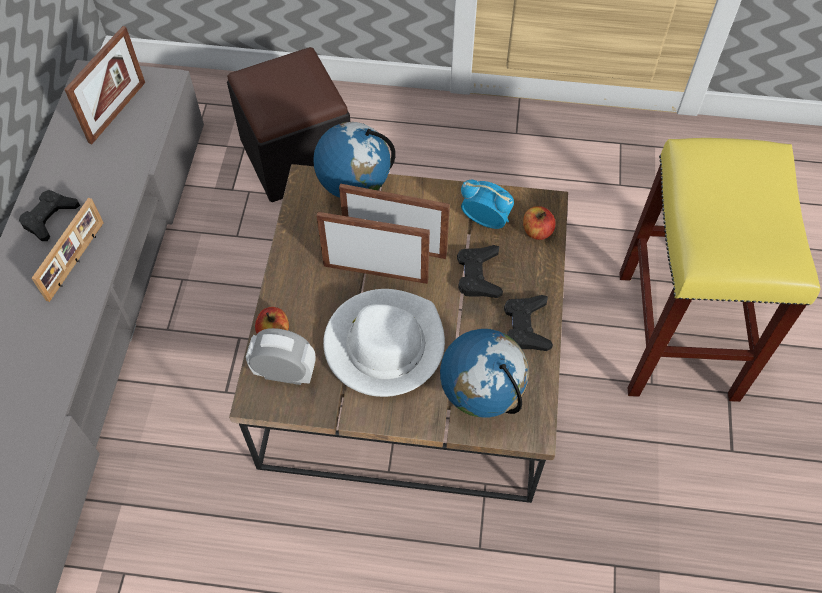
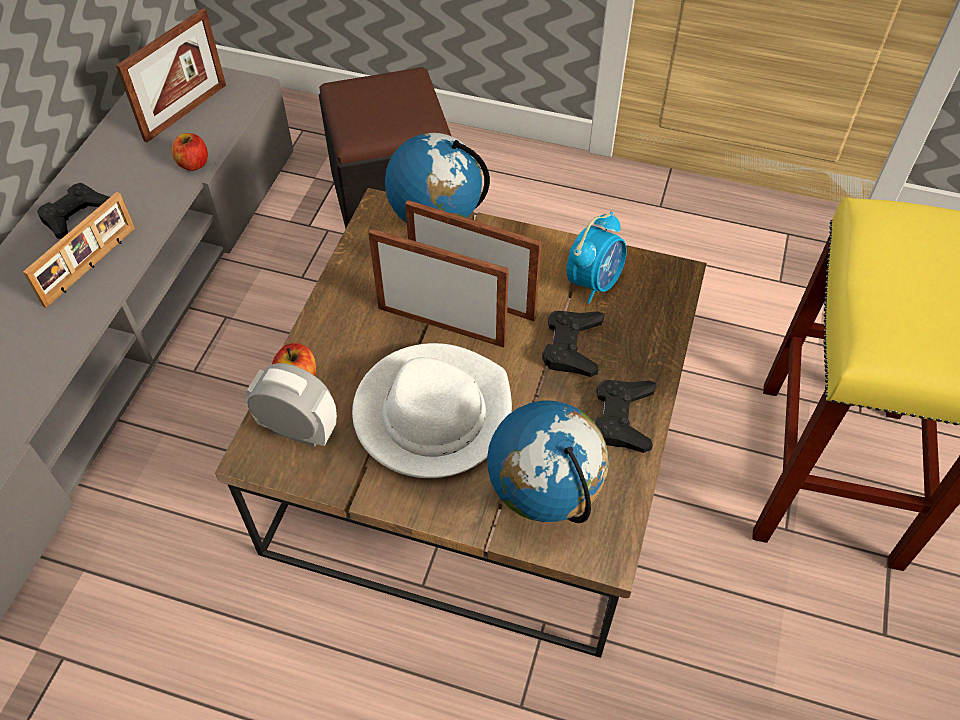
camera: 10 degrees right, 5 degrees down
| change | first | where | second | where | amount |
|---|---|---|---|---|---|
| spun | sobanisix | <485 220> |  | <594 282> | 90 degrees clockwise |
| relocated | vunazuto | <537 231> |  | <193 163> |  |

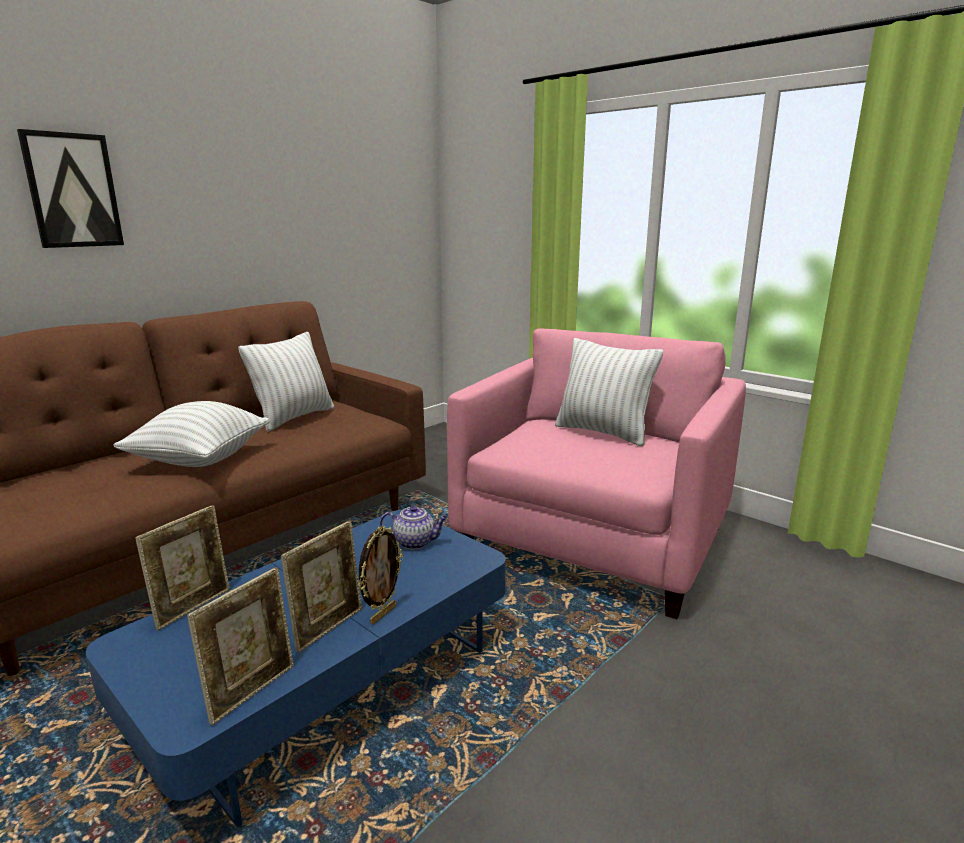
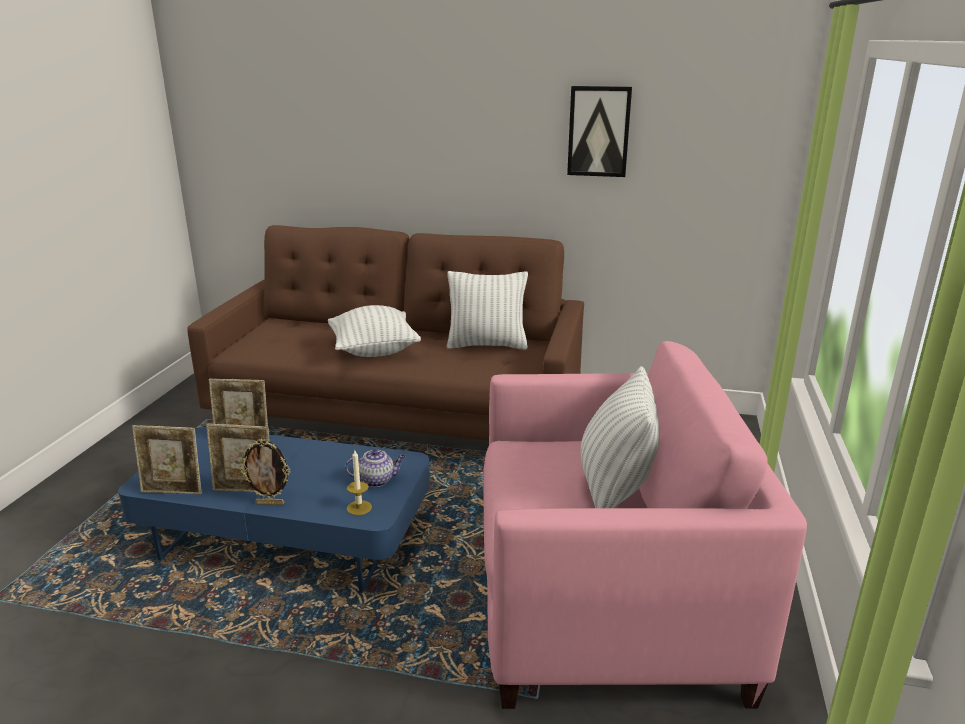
camera: 60 degrees right, 5 degrees up
| change | first | where | second | where | amount |
|---|---|---|---|---|---|
| relocated | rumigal | <72 191> |  | <599 131> |  |
| spun | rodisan | <415 542> |  | <377 480> | 75 degrees counterclockwise |
| appeared |  |  | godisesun | <359 508> |  |

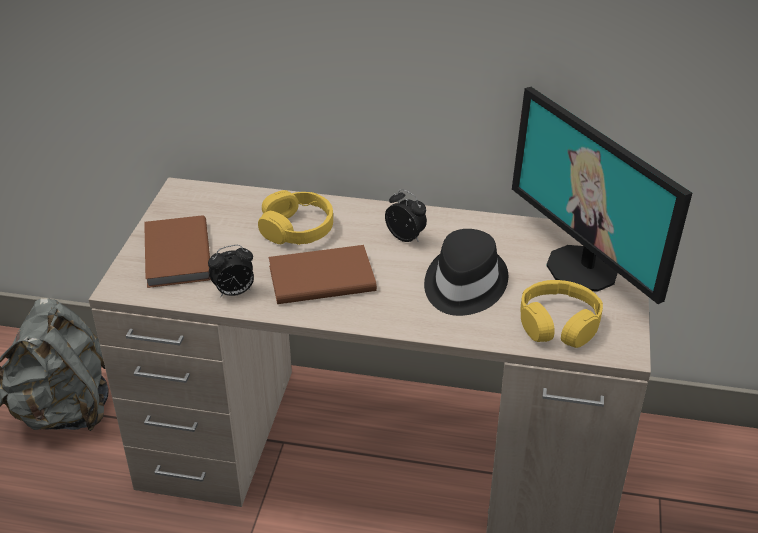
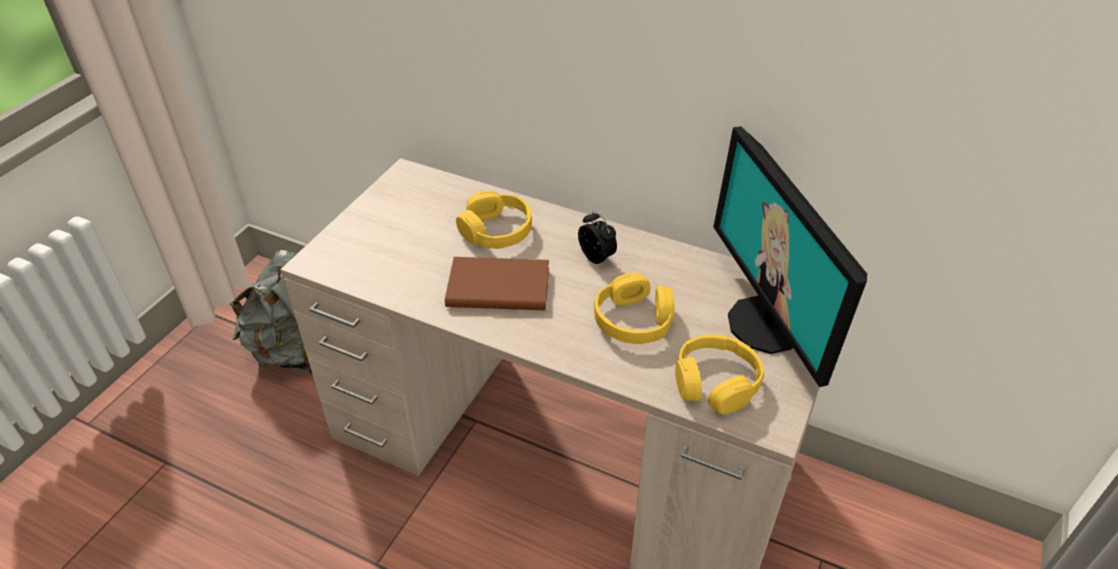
camera: 15 degrees right, 5 degrees up
| change | first | where | second | where | amount |
|---|---|---|---|---|---|
| missing | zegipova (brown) | <175 255> |  |  |  |
| exchanged | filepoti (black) | <463 284> | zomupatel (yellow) | <634 320> |  |
| missing | sobanisix | <234 292> |  |  |  |

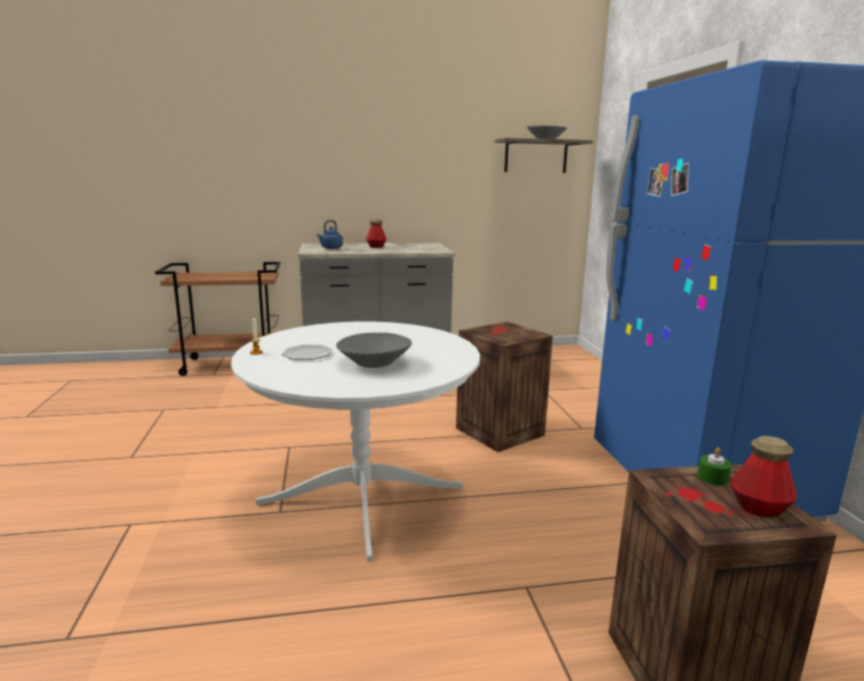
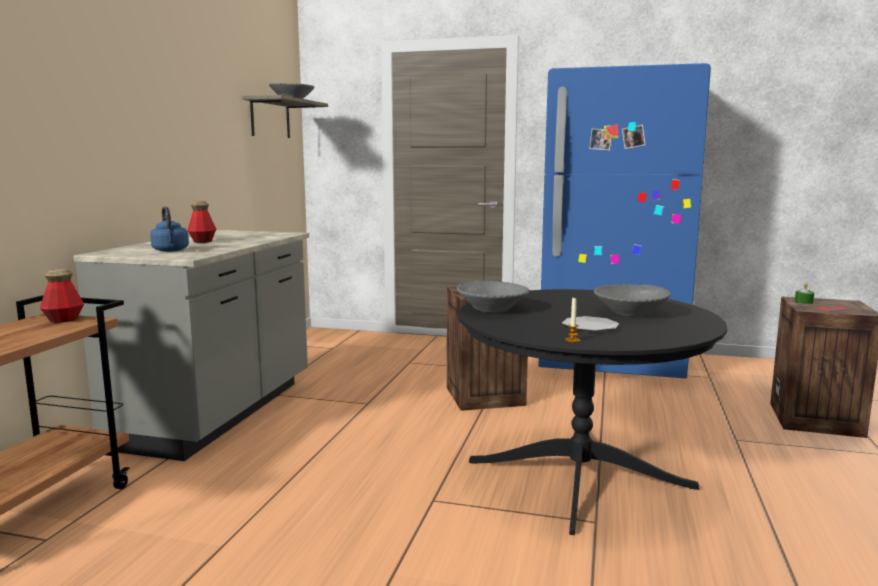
camera: 65 degrees left, 5 degrees down
| change | first | where | second | where | amount |
|---|---|---|---|---|---|
| colour | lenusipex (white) | <361 495> | lenusipex (black) | <579 475> |  |
| relocated | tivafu | <759 508> |  | <63 319> |  |
| appeared |  |  | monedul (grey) | <492 309> |  |

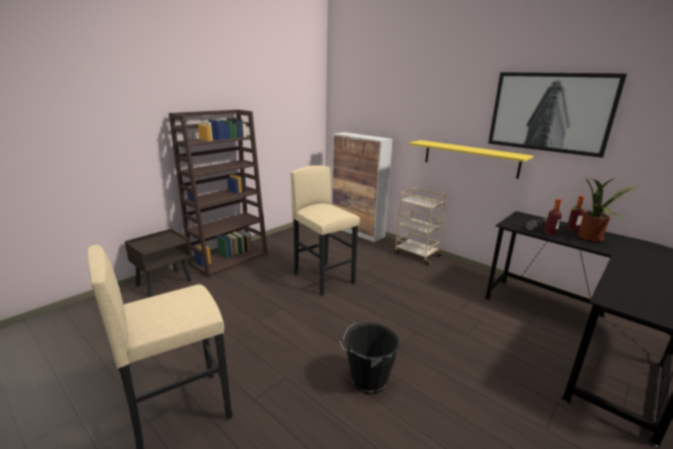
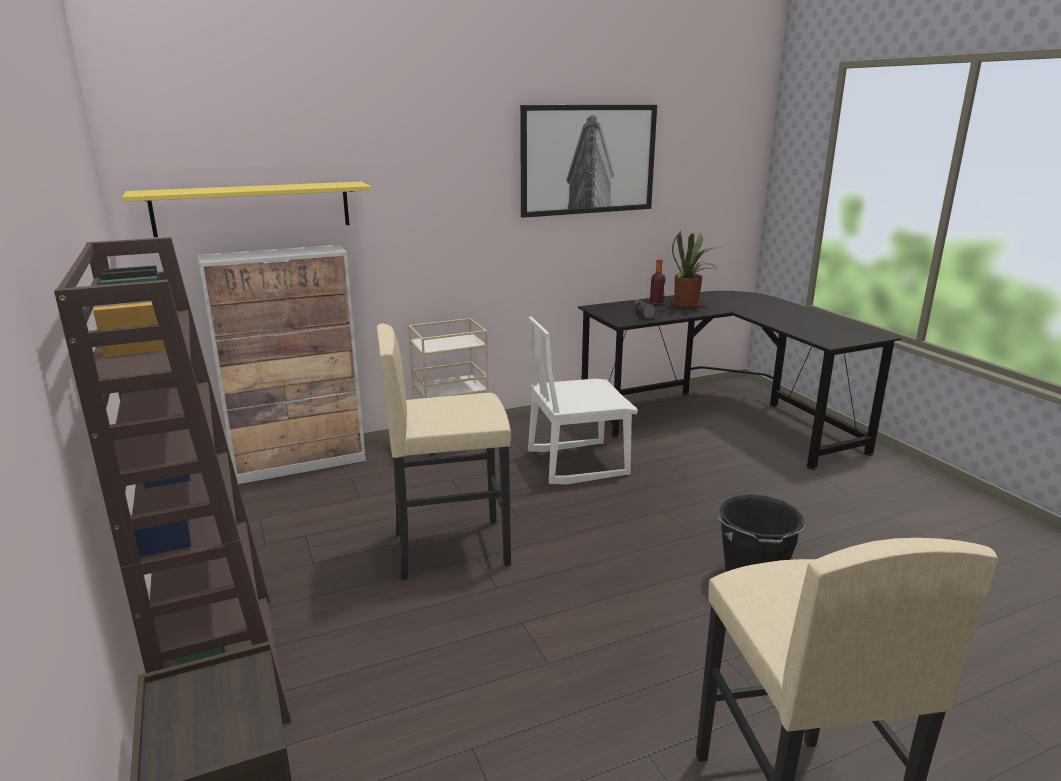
camera: 65 degrees left, 0 degrees up
| change | first | where | second | where | amount |
|---|---|---|---|---|---|
| relocated | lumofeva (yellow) | <470 158> |  | <253 208> |  |
| missing | tivafu | <550 233> |  |  |  |
| appeared |  |  | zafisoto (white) | <577 463> |  |

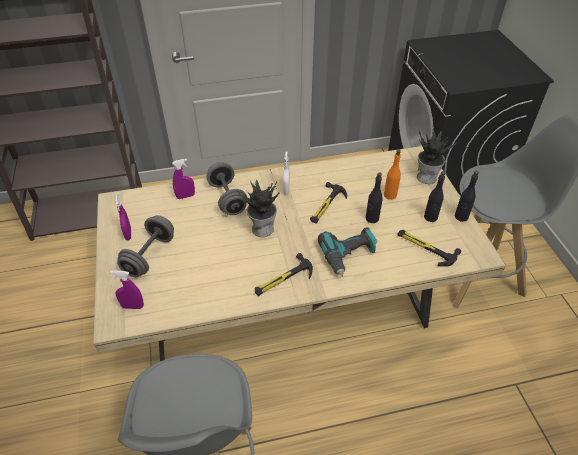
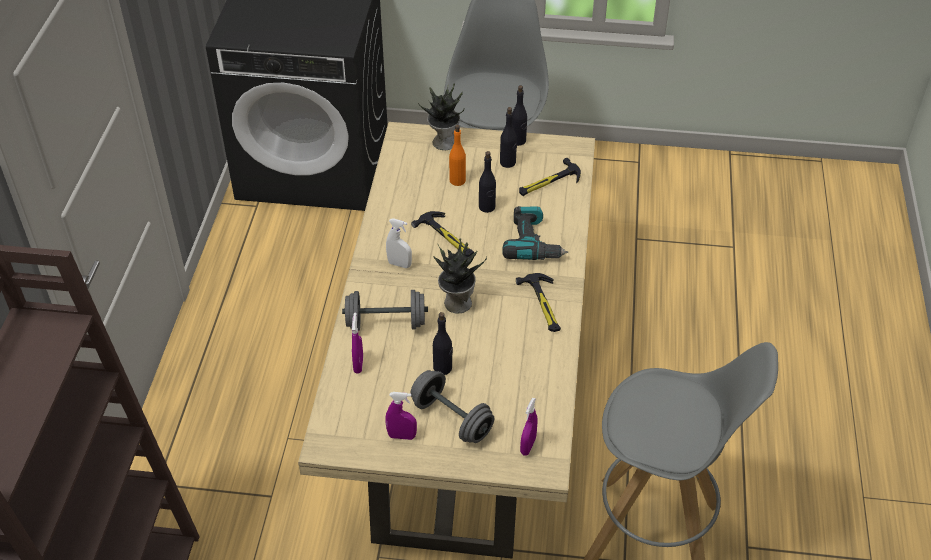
camera: 70 degrees left, 0 degrees up
| change | first | where | second | where | amount |
|---|---|---|---|---|---|
| appeared |  |  | tivafu (black) | <443 368> |  |

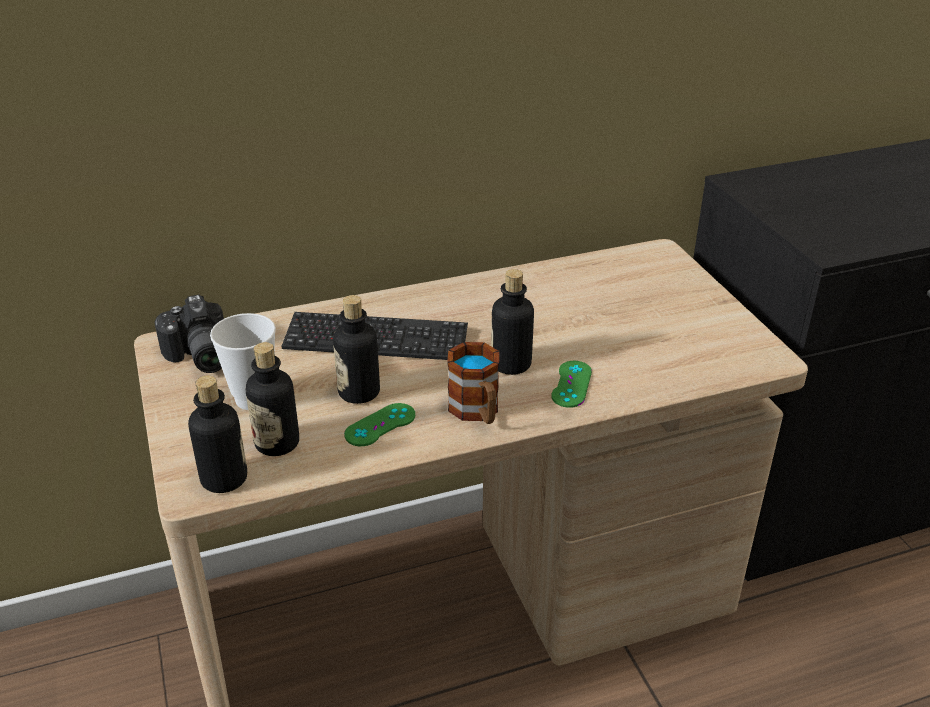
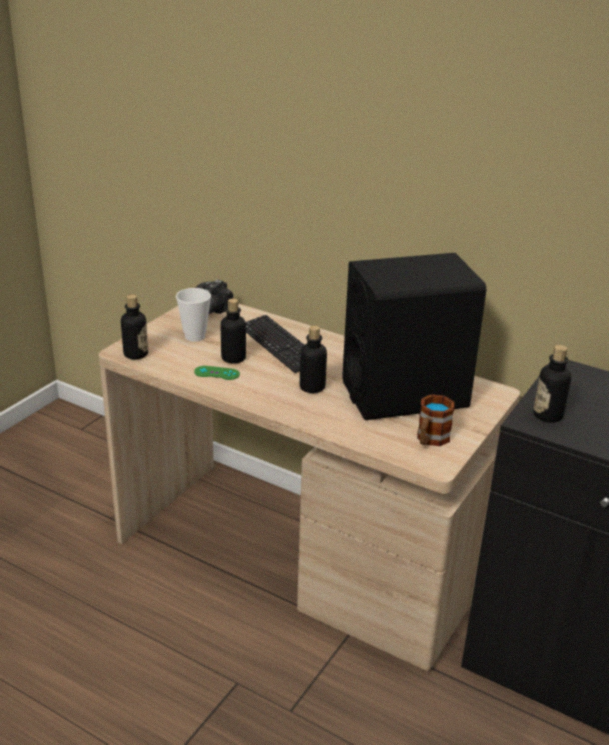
camera: 50 degrees right, 5 degrees down
| change | first | where | second | where | amount |
|---|---|---|---|---|---|
| relocated | tivafu | <277 443> |  | <547 415> |  |
| relocated | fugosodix | <477 412> |  | <430 440> |  |
| missing | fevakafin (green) | <571 384> |  |  |  |
| appeared |  |  | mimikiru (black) | <405 394> |  |

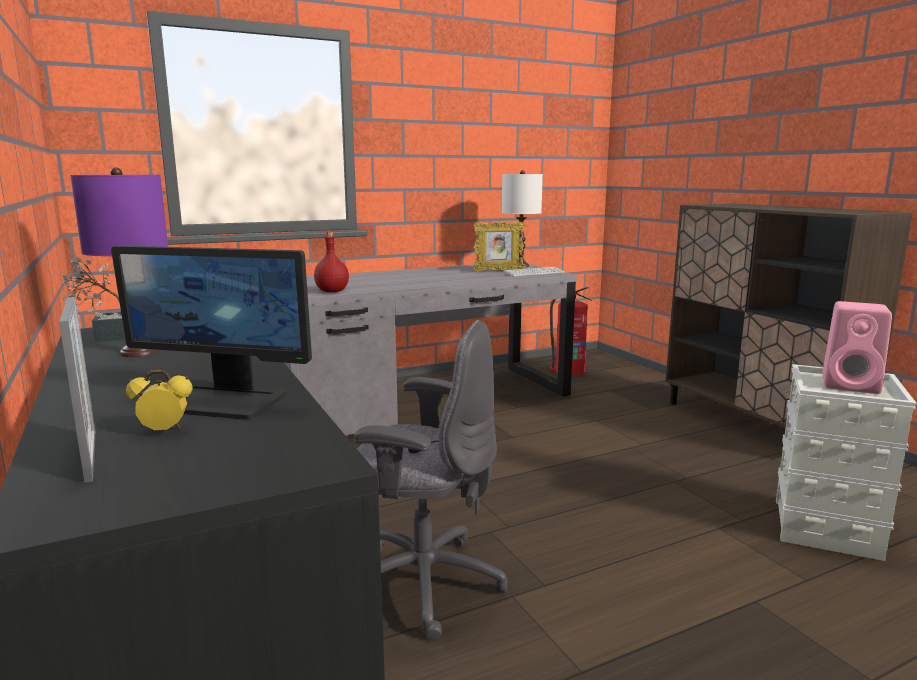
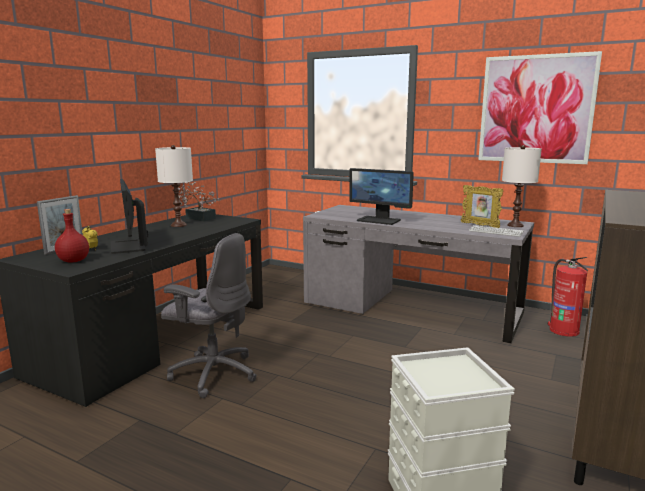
camera: 55 degrees right, 0 degrees up
| change | first | where | second | where | amount |
|---|---|---|---|---|---|
| colour | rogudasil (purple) | <139 352> | rogudasil (white) | <179 225> |  |
| relocated | tivafu (red) | <332 291> |  | <74 261> |  |
| missing | mimikiru (pink) | <852 385> |  |  |  |
| spun | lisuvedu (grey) | <421 582> |  | <213 373> | 45 degrees counterclockwise |
| appeared |  |  | rumigal | <536 109> |  |
| appeared |  |  | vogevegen | <379 220> |  |

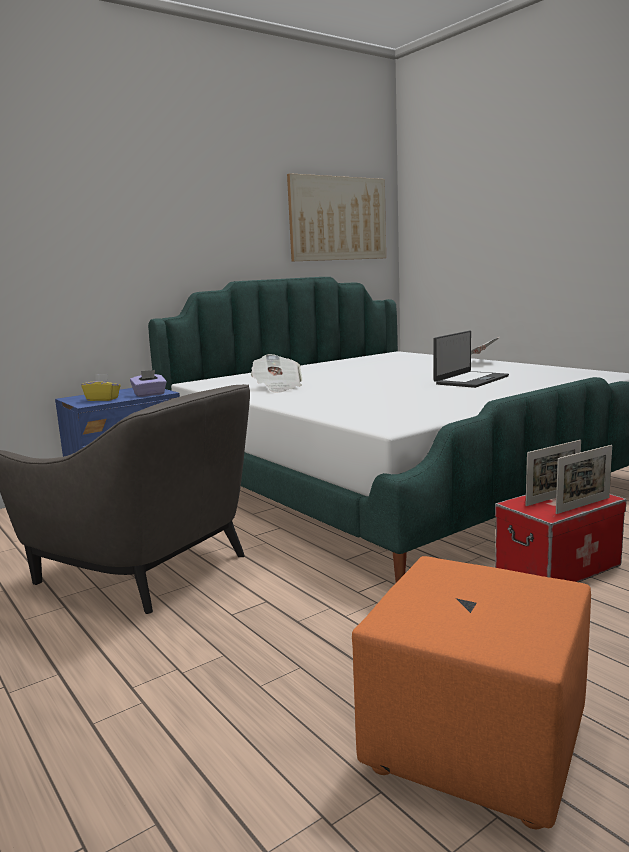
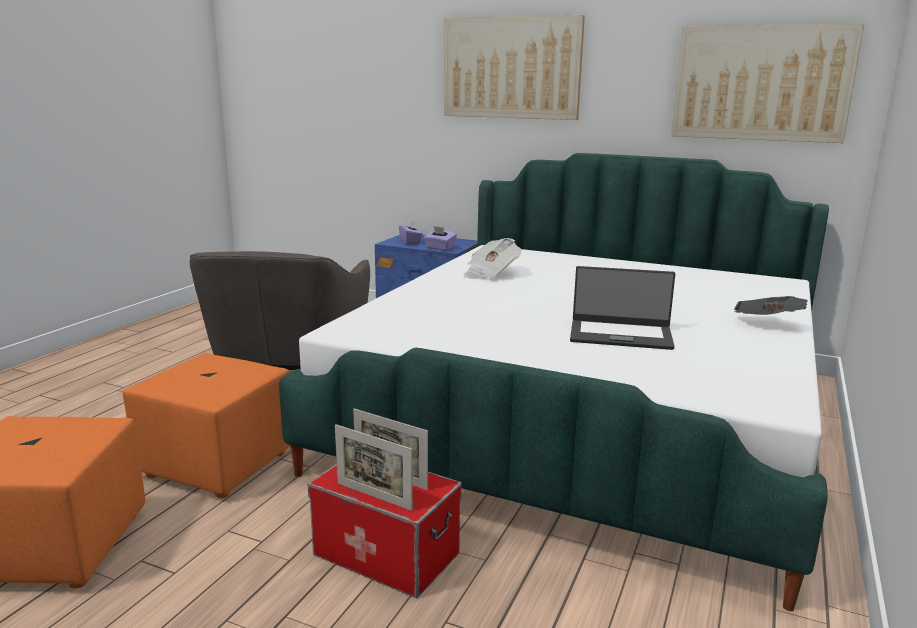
camera: 60 degrees right, 5 degrees up
| change | first | where | second | where | amount |
|---|---|---|---|---|---|
| colour | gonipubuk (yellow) | <102 399> | gonipubuk (purple) | <410 242> |  |
| appeared |  |  | rumigal | <511 68> |  |
| appeared |  |  | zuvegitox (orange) | <218 465> |  |

